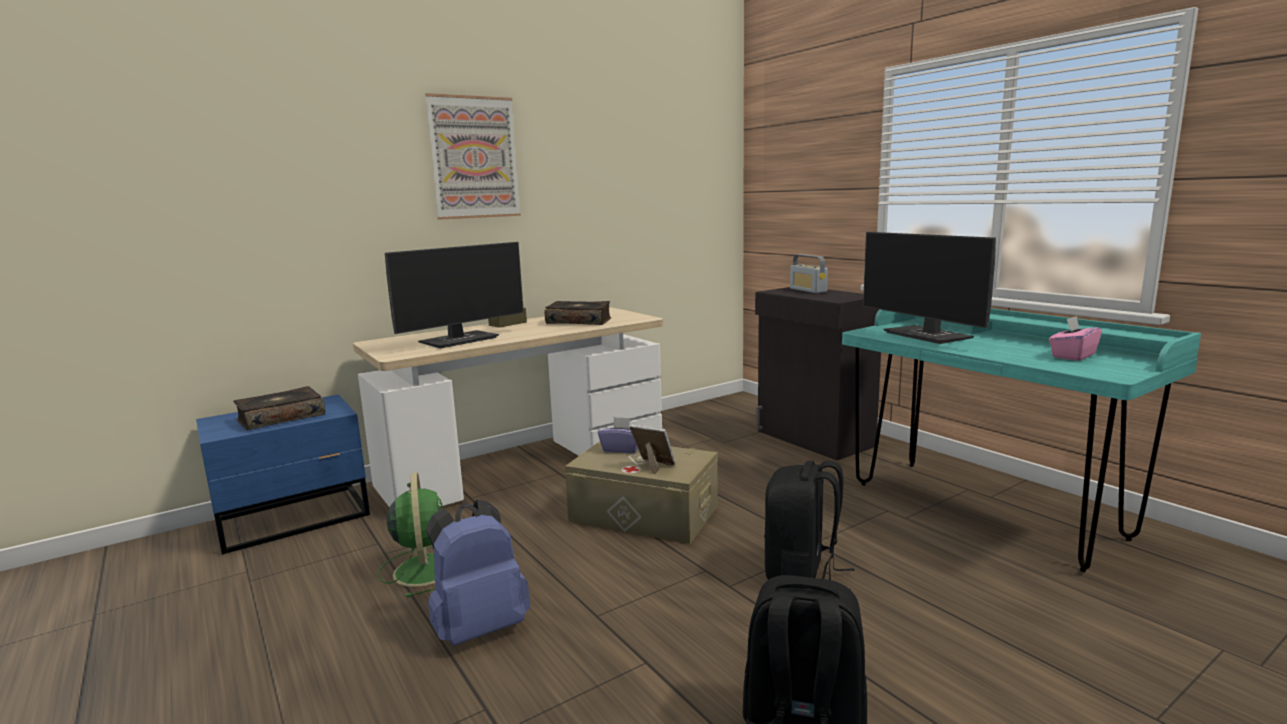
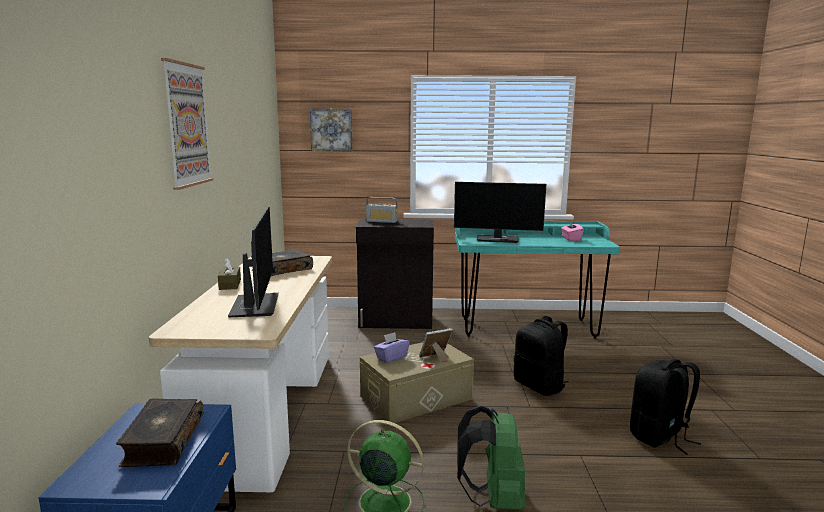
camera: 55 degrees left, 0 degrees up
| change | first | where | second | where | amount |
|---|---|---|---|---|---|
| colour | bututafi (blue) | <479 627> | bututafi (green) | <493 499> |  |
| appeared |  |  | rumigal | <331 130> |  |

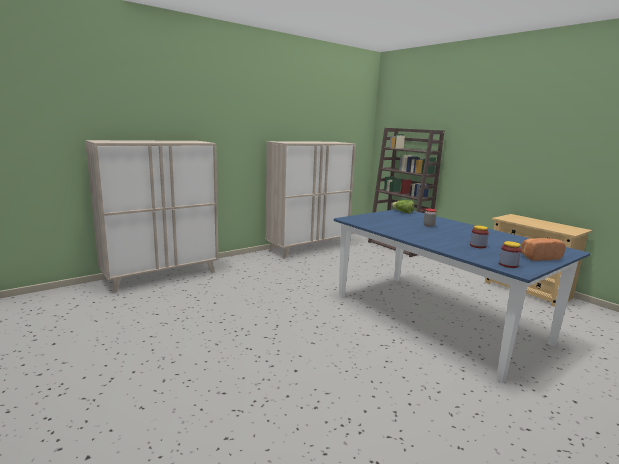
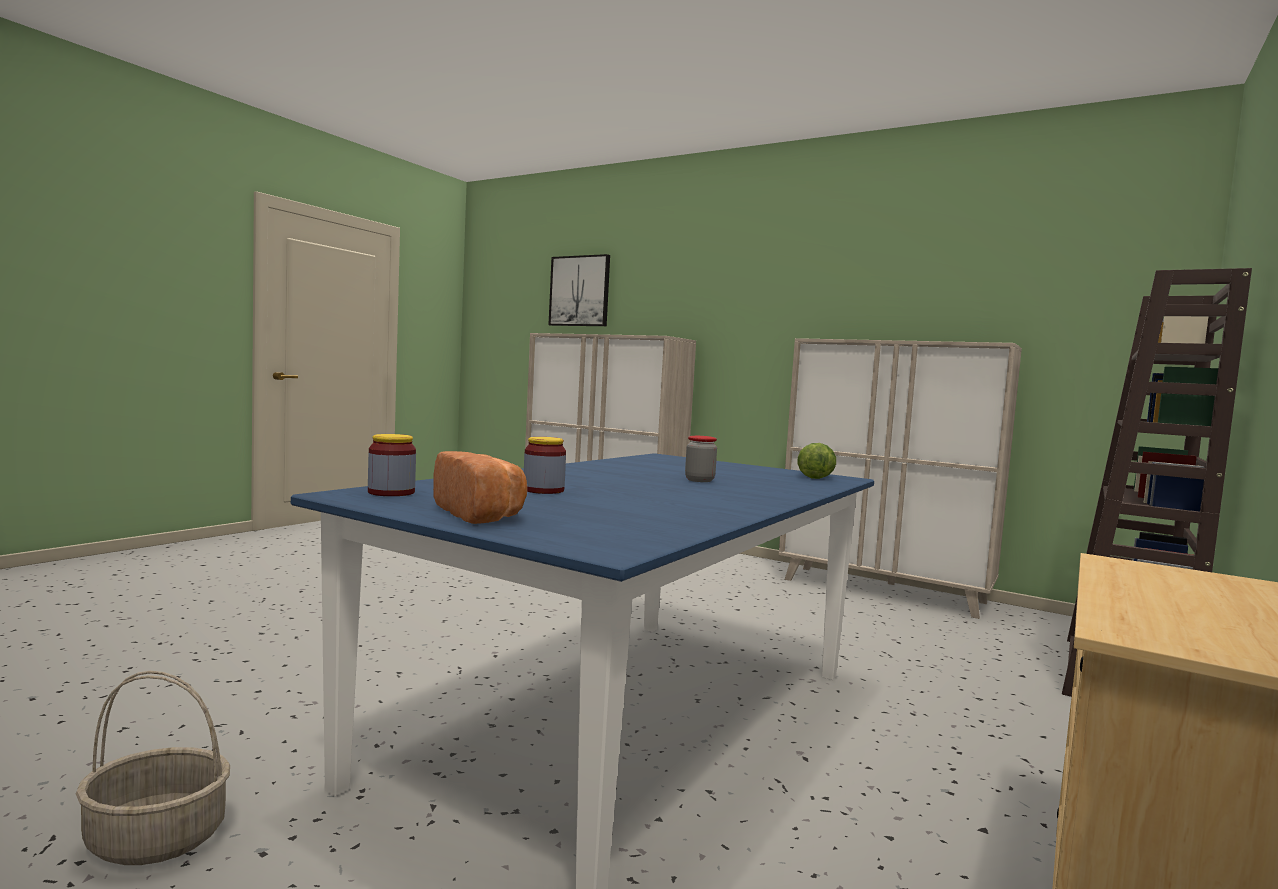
camera: 70 degrees right, 10 degrees down
| change | first | where | second | where | amount |
|---|---|---|---|---|---|
| appeared |  |  | rumigal | <580 291> |  |
| appeared |  |  | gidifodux | <158 838> |  |

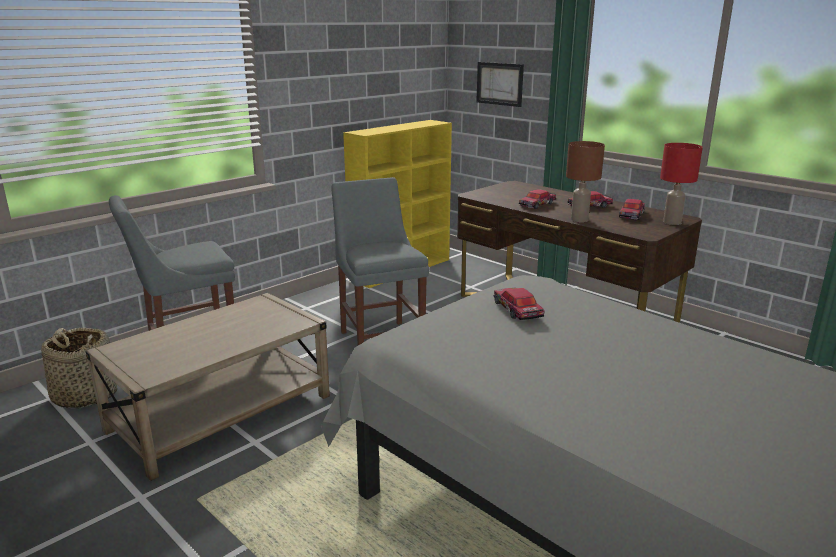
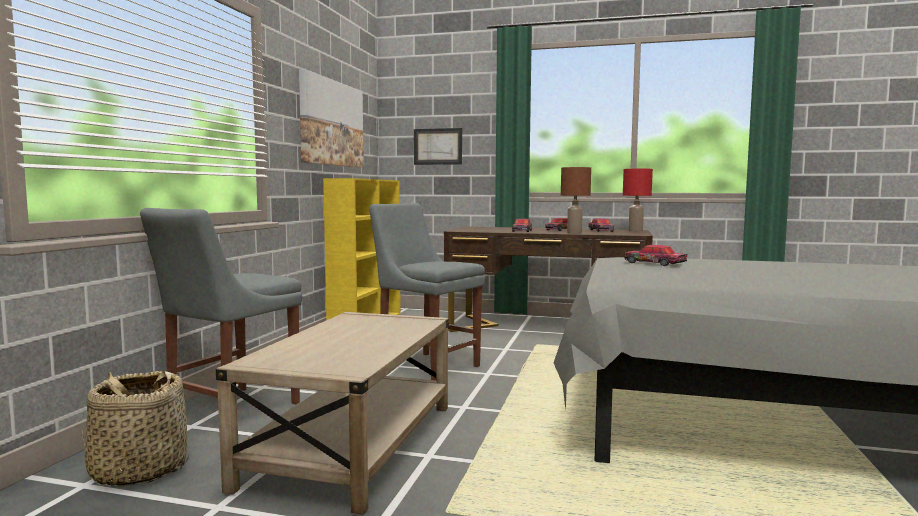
camera: 30 degrees left, 15 degrees down
| change | first | where | second | where | amount |
|---|---|---|---|---|---|
| appeared |  |  | rumigal | <331 123> |  |

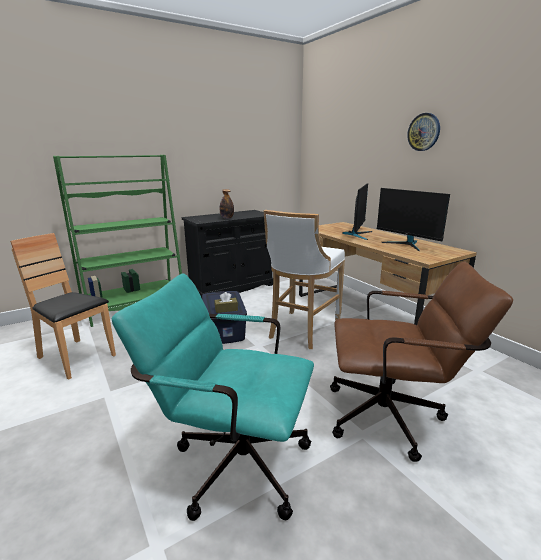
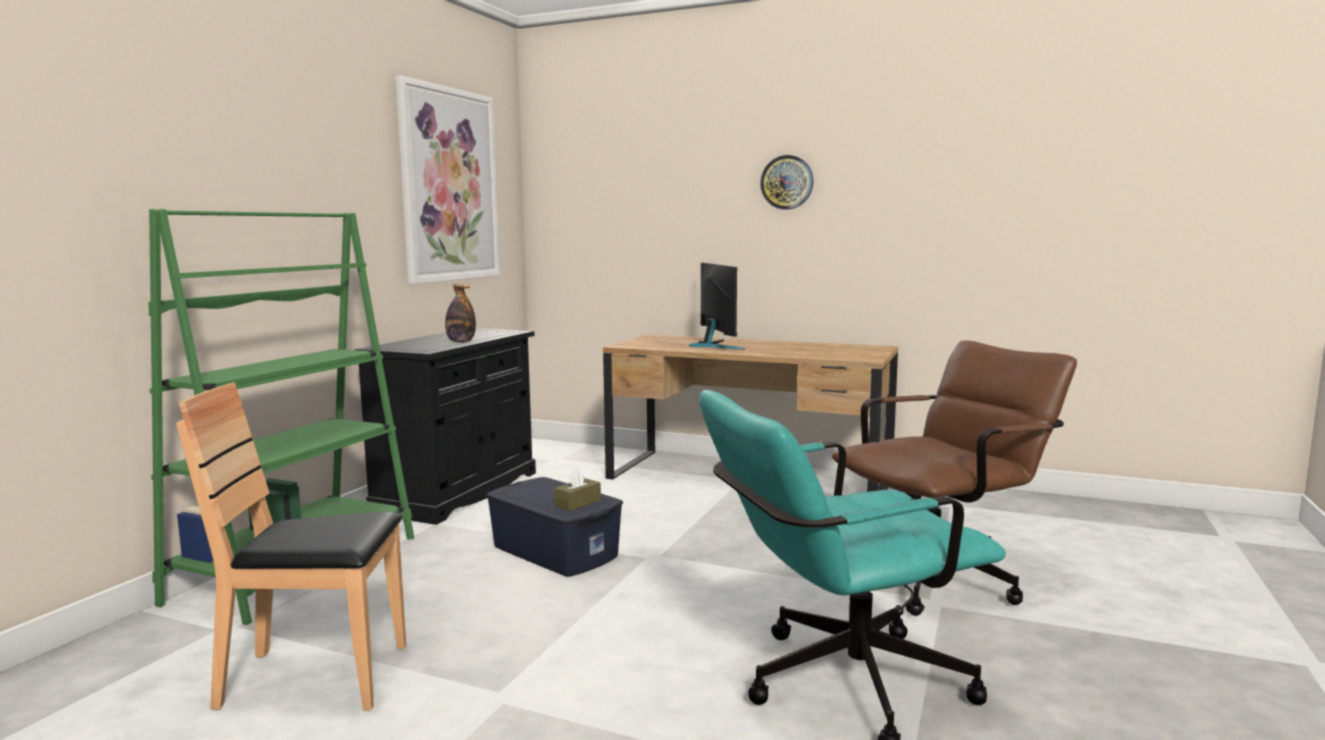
camera: 35 degrees left, 10 degrees down
| change | first | where | second | where | amount |
|---|---|---|---|---|---|
| missing | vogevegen | <407 244> |  |  |  |
| missing | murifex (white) | <301 331> |  |  |  |
| appeared |  |  | rumigal | <449 185> |  |

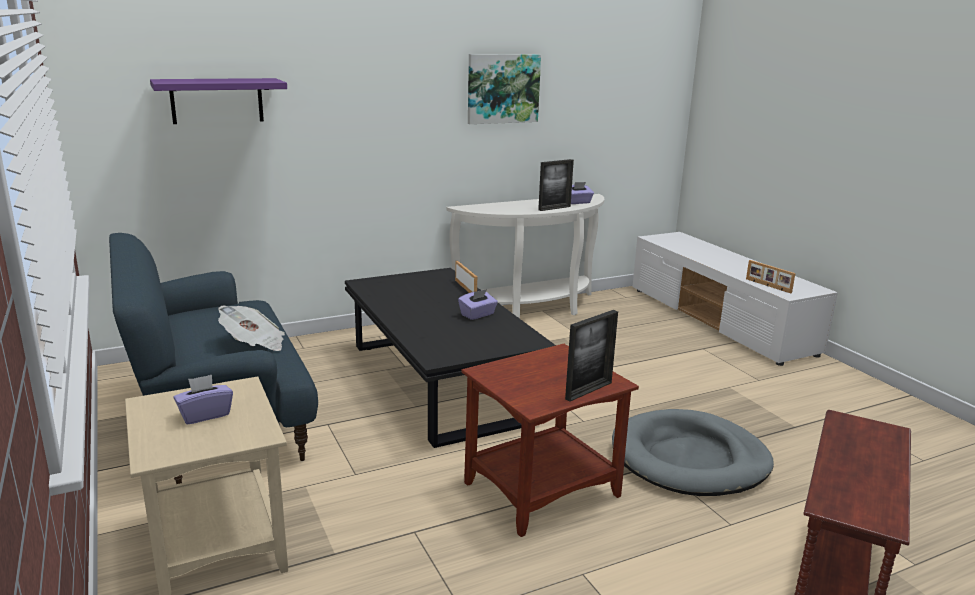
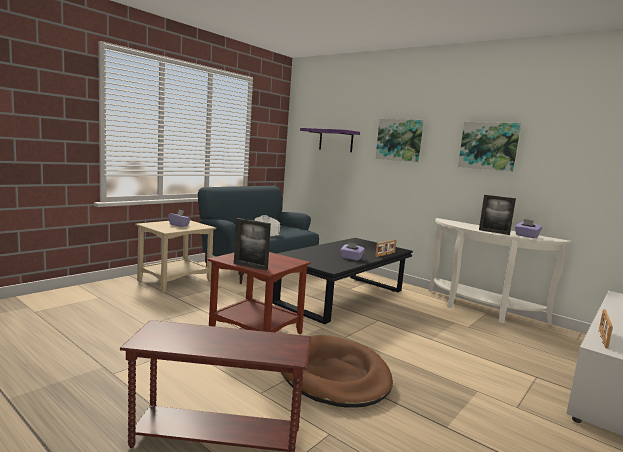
camera: 65 degrees right, 10 degrees down
| change | first | where | second | where | amount |
|---|---|---|---|---|---|
| colour | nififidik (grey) | <689 459> | nififidik (brown) | <334 375> |  |
| appeared |  |  | rumigal | <399 140> |  |

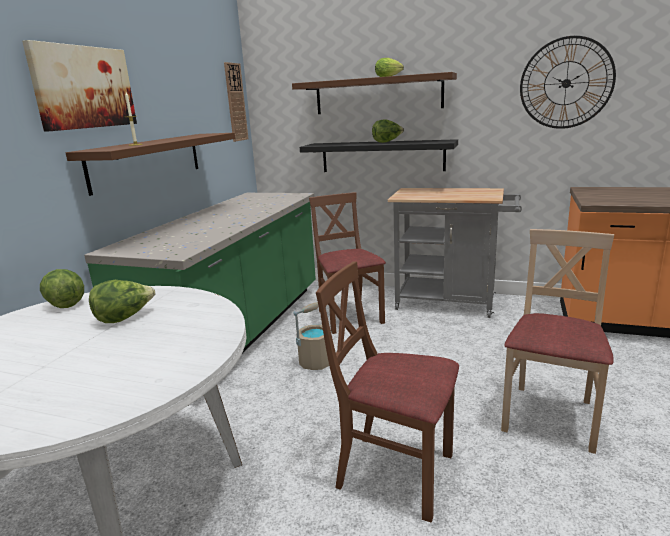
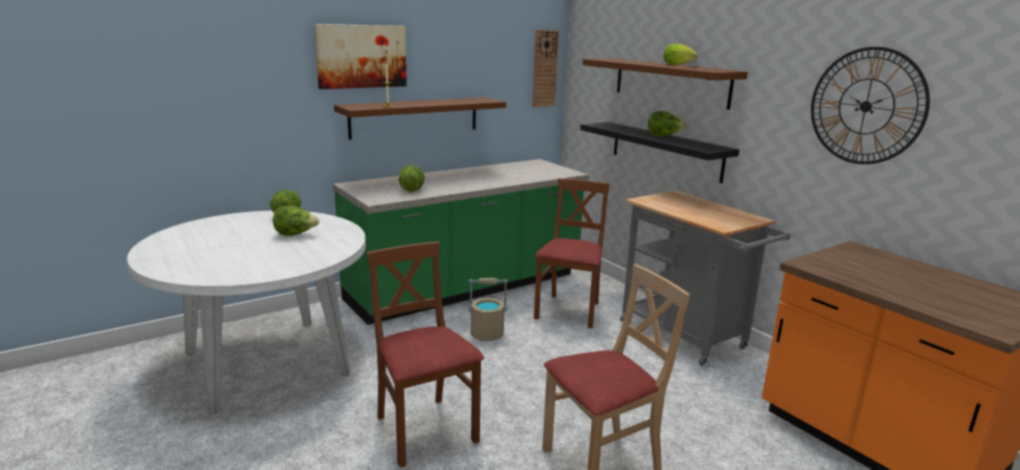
camera: 35 degrees right, 0 degrees up
| change | first | where | second | where | amount |
|---|---|---|---|---|---|
| appeared |  |  | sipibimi | <412 189> |  |

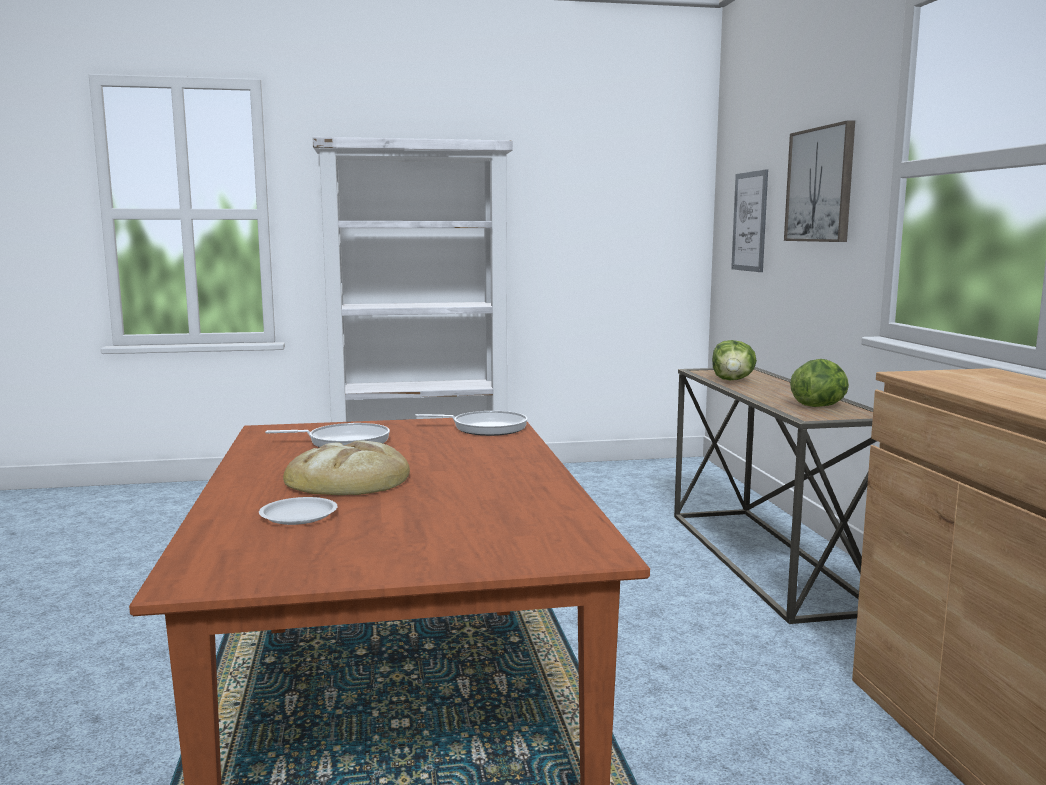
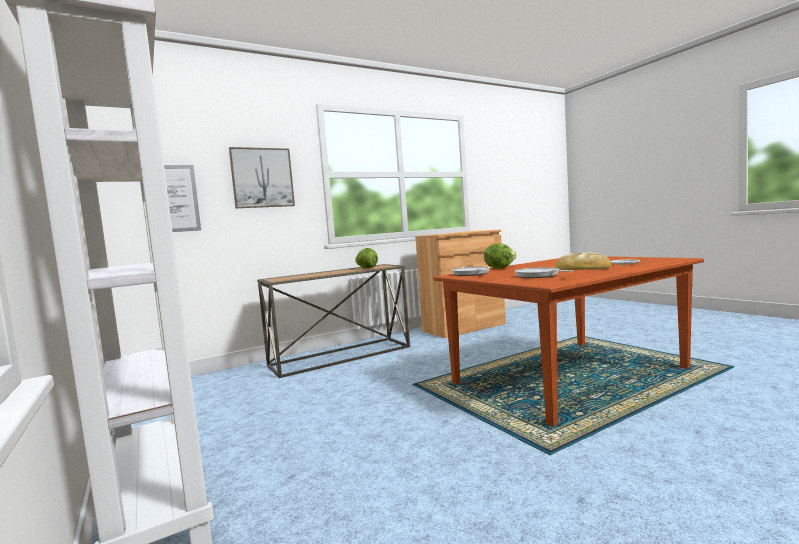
camera: 110 degrees left, 5 degrees down
| change | first | where | second | where | amount |
|---|---|---|---|---|---|
| relocated | sipibimi | <732 380> |  | <499 268> |  |

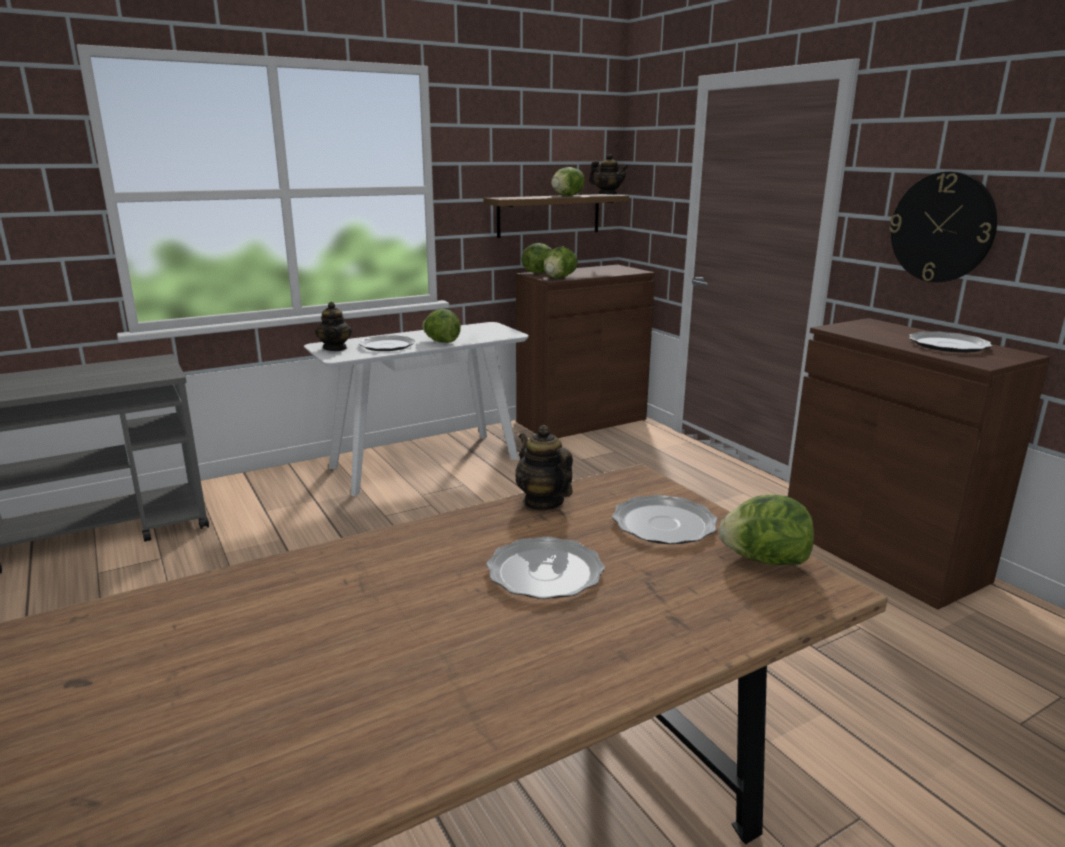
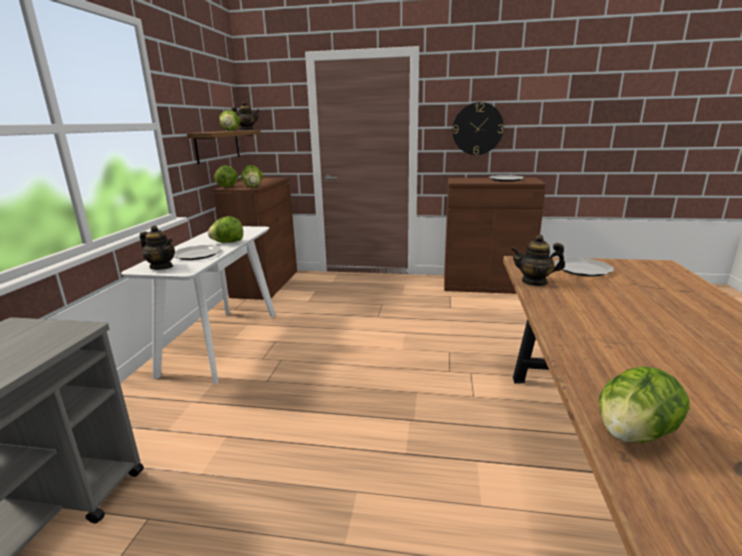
camera: 50 degrees left, 0 degrees up
| change | first | where | second | where | amount |
|---|---|---|---|---|---|
| relocated | sipibimi | <764 560> |  | <634 434> |  |
| missing | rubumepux | <544 572> |  |  |  |

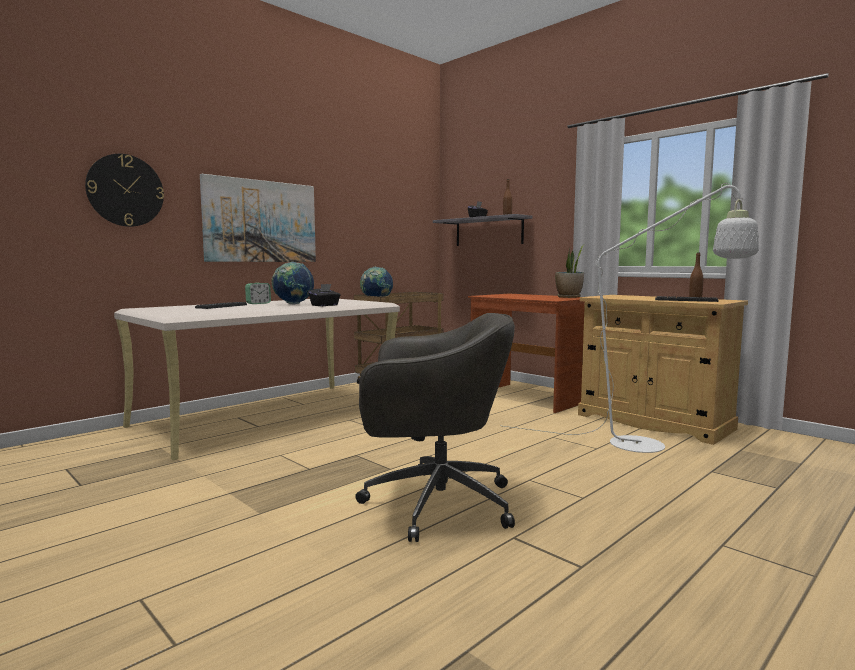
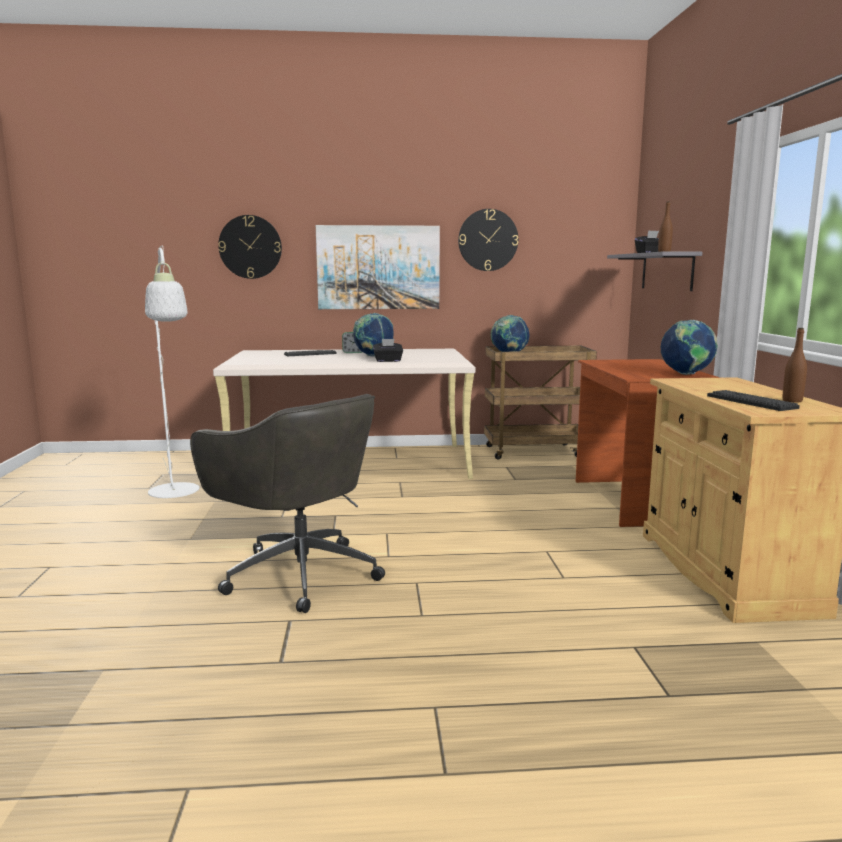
camera: 40 degrees right, 5 degrees up
| change | first | where | second | where | amount |
|---|---|---|---|---|---|
| relocated | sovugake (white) | <652 445> |  | <175 494> |  |
| exchanged | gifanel | <569 297> | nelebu | <686 374> |  |
| appeared |  |  | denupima | <488 240> |  |

